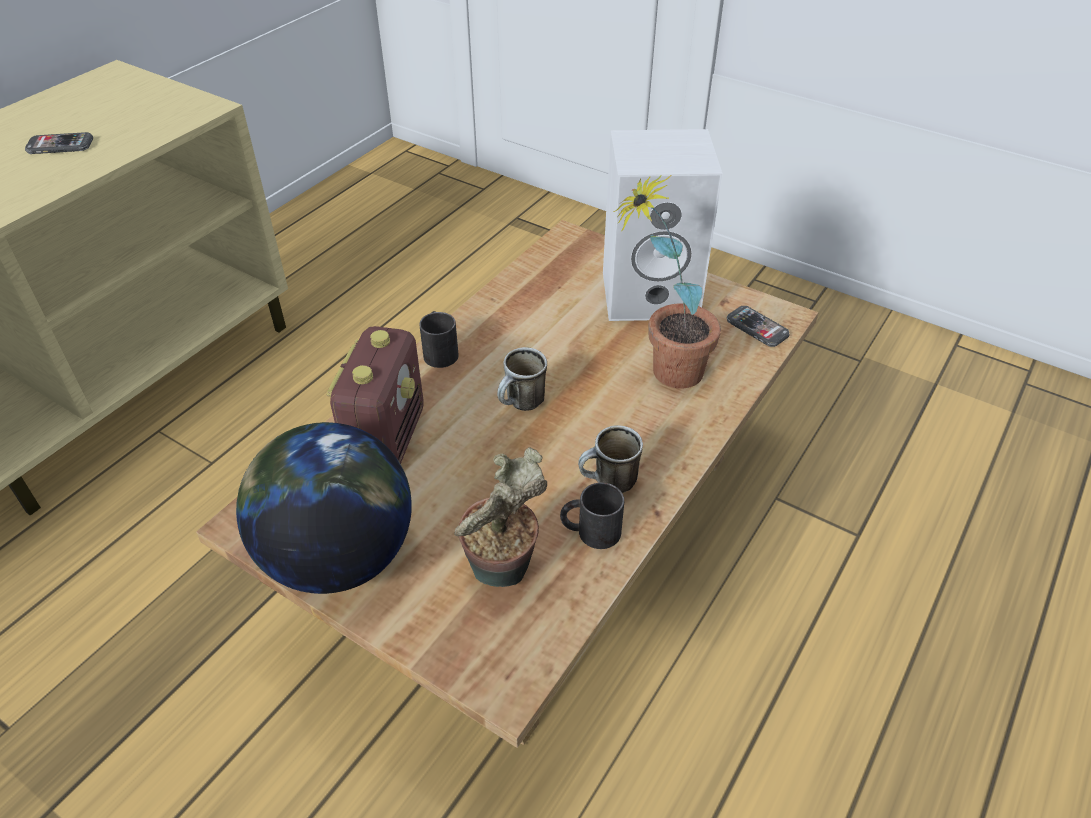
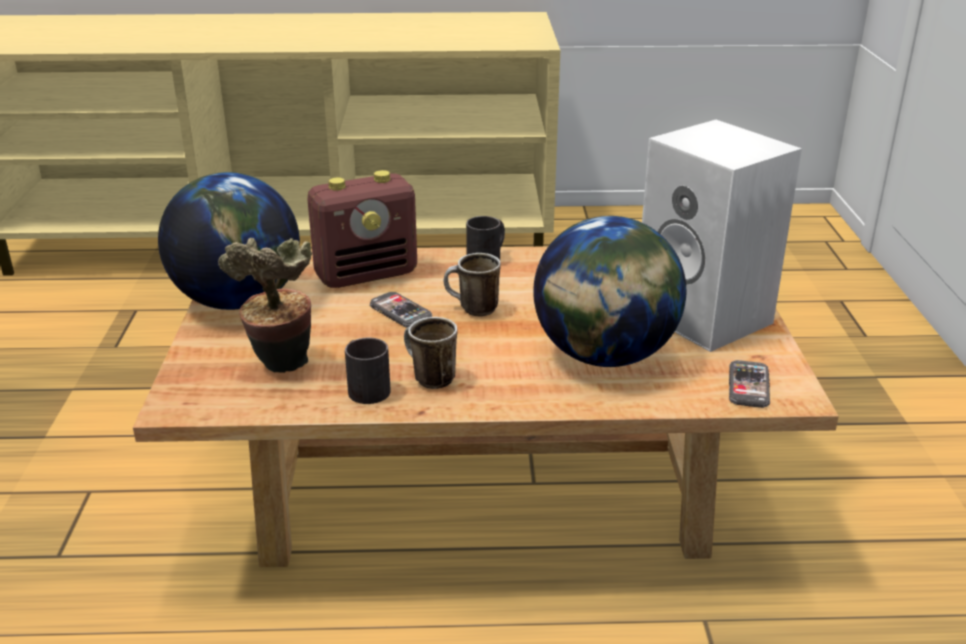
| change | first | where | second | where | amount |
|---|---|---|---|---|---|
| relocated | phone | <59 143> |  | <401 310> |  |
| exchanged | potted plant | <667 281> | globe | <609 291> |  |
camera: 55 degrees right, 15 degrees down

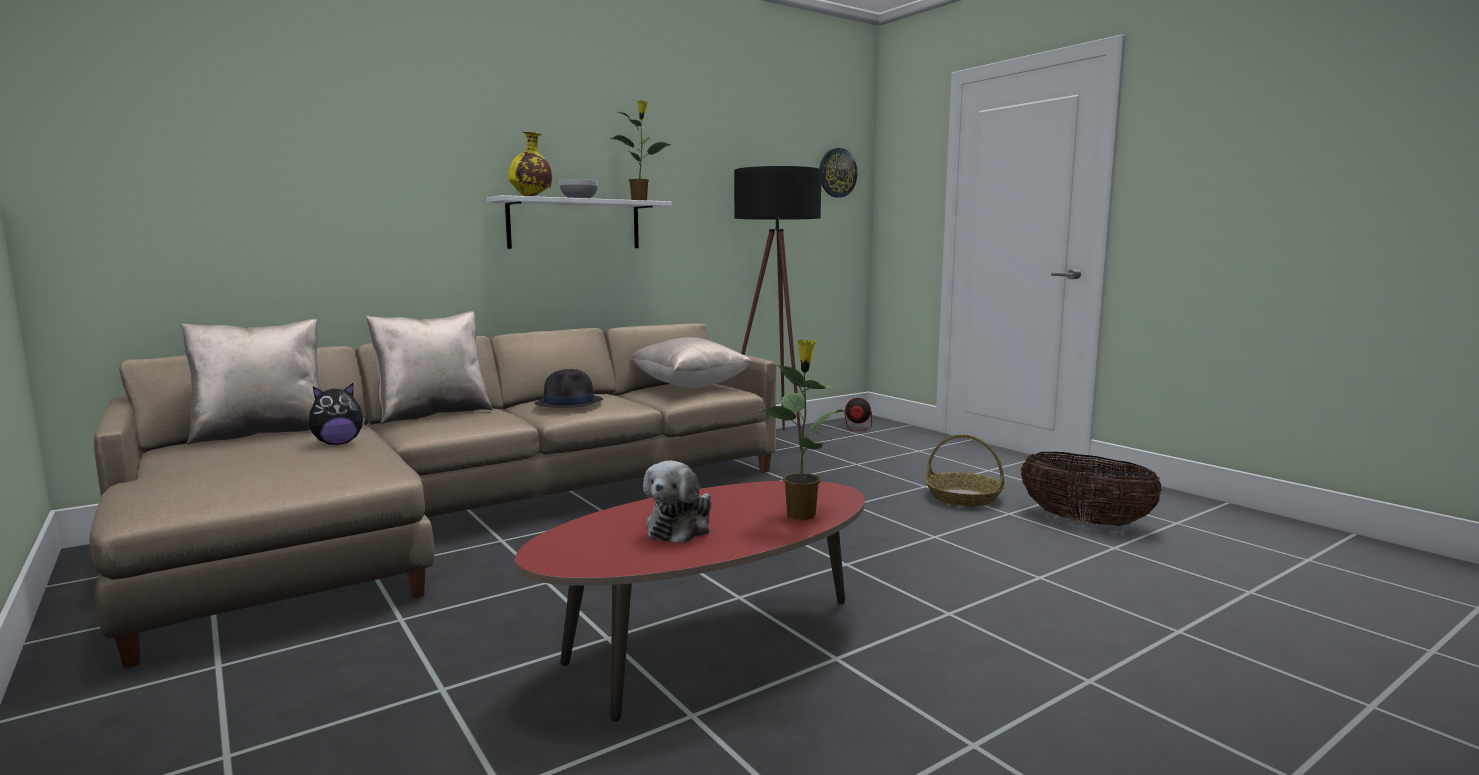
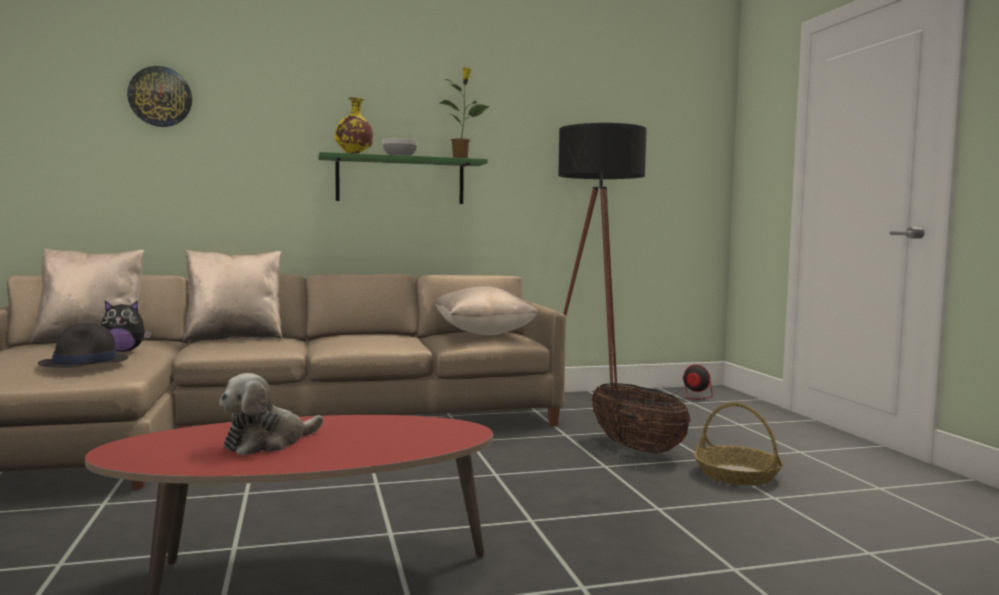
| change | first | where | second | where | amount |
|---|---|---|---|---|---|
| missing | potted plant | <802 429> |  |  |  |
| relocated | hat/black | <568 388> |  | <83 345> |  |
| relocated | wall clock | <838 173> |  | <159 96> |  |
| relocated | basket | <1092 489> |  | <641 418> |  |
| colour | shelf/white | <579 222> | shelf/green | <403 178> |  |
camera: 20 degrees right, 5 degrees down

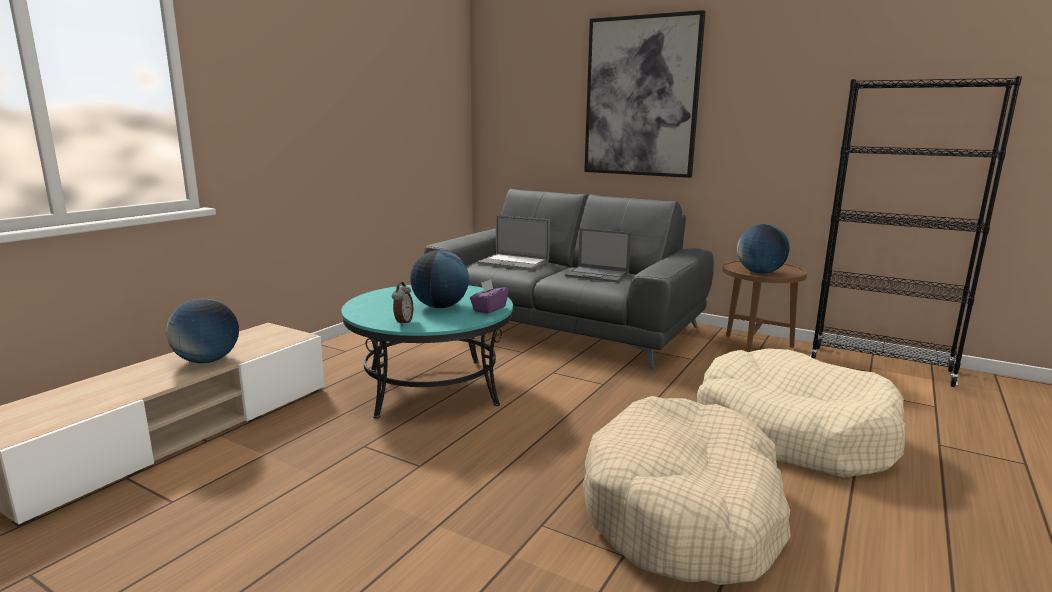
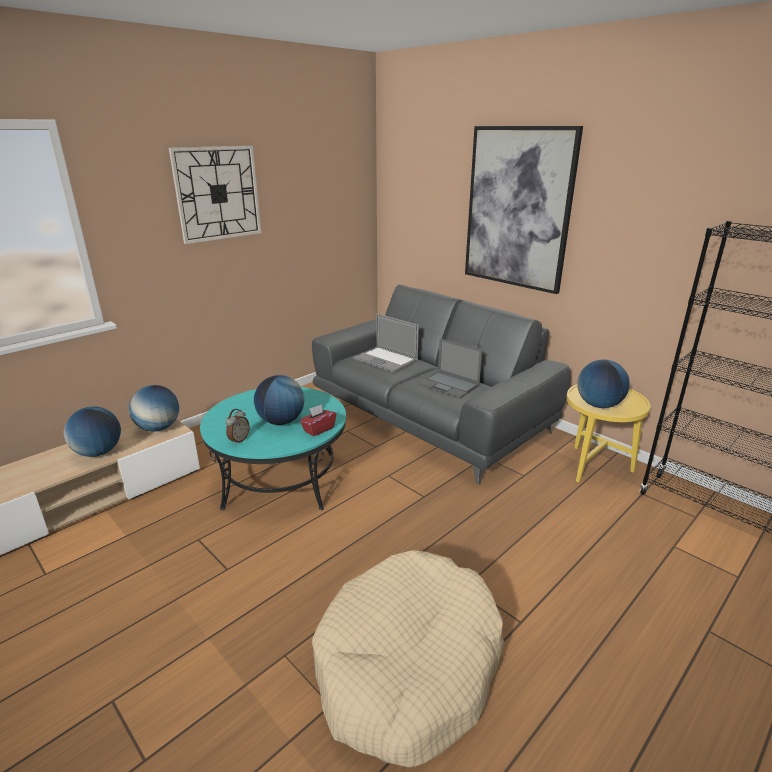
| change | first | where | second | where | amount |
|---|---|---|---|---|---|
| missing | dog bed/beige | <801 413> |  |  |  |
| appeared |  |  | globe | <154 408> |  |
| appeared |  |  | wall clock | <215 195> |  |
| colour | tissue box/purple | <489 296> | tissue box/red | <318 420> |  |
| colour | side table/brown | <764 306> | side table/yellow | <608 433> |  |
camera: 15 degrees right, 10 degrees up

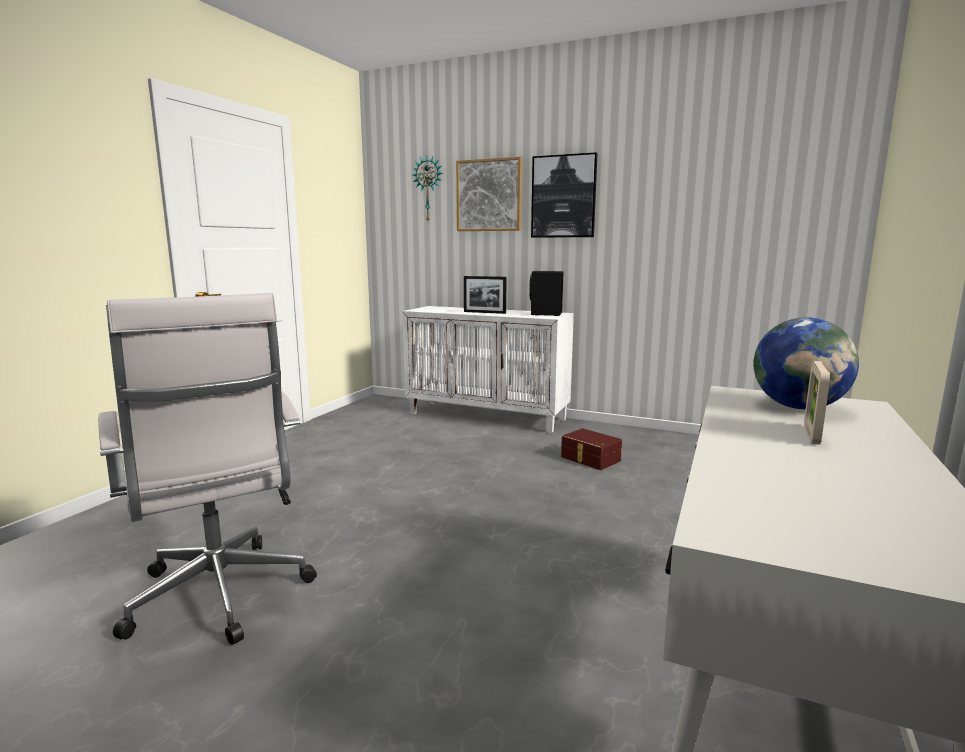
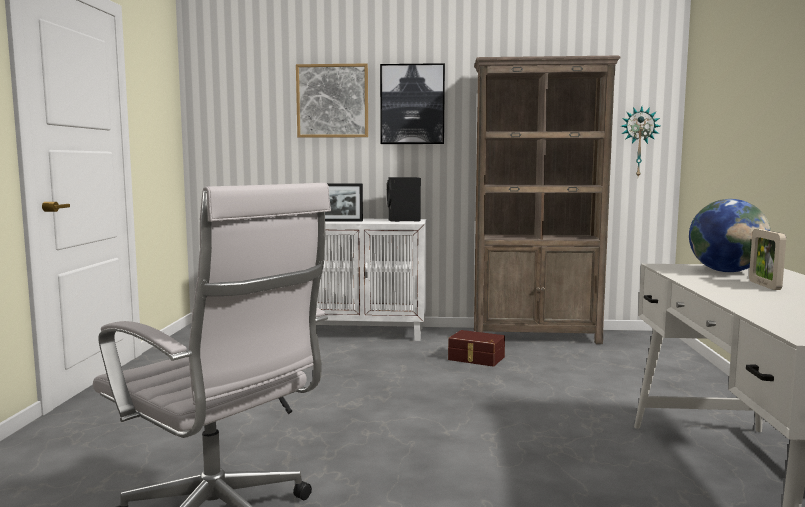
| change | first | where | second | where | amount |
|---|---|---|---|---|---|
| appeared |  |  | bookcase/brown | <547 200> |  |
| relocated | wall clock | <428 188> |  | <640 141> |  |
camera: 20 degrees left, 5 degrees down

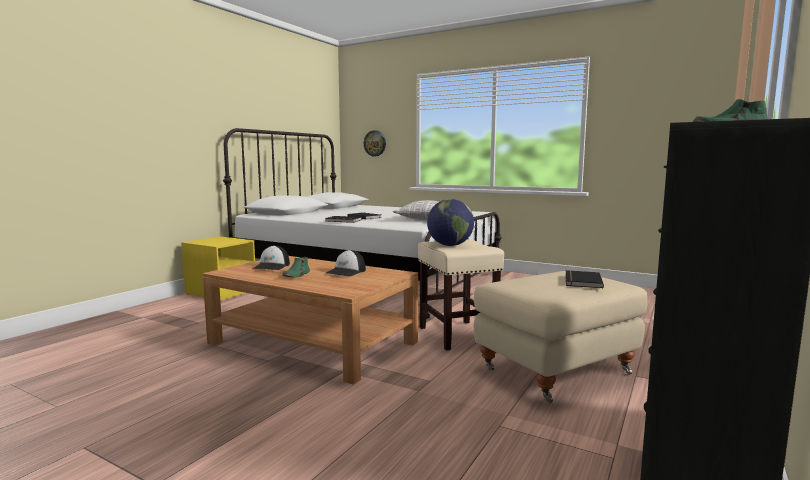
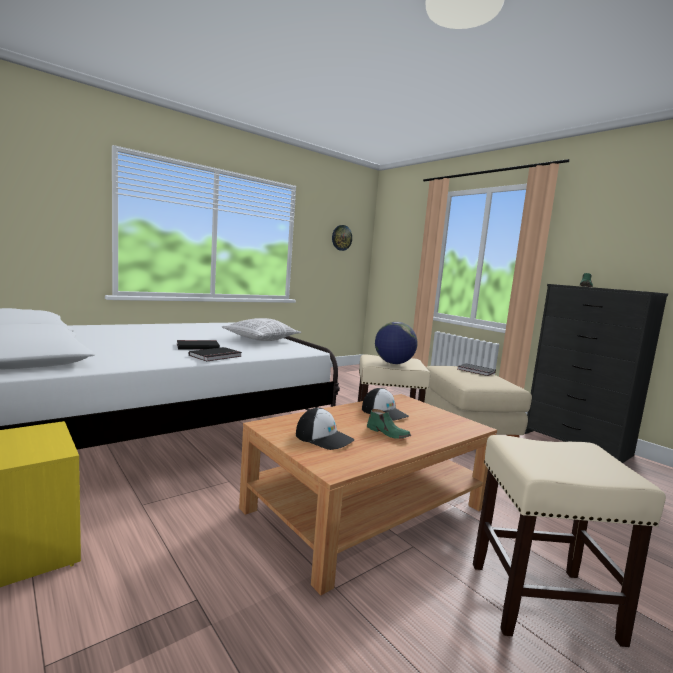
| change | first | where | second | where | amount |
|---|---|---|---|---|---|
| appeared |  |  | stool/beige | <569 541> |  |
| relocated | wall clock | <375 143> |  | <342 238> |  |
camera: 70 degrees left, 0 degrees up

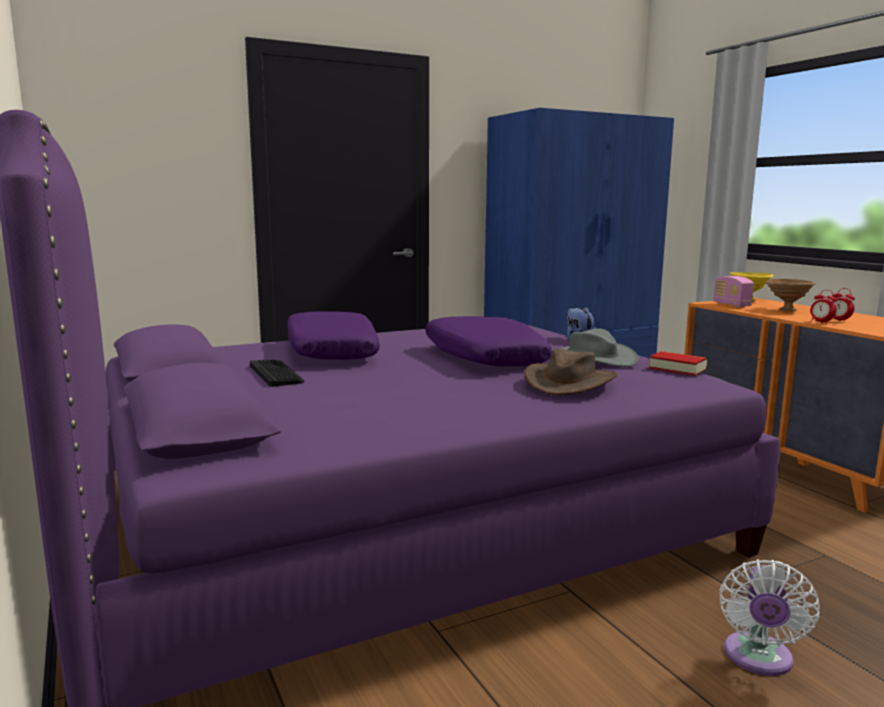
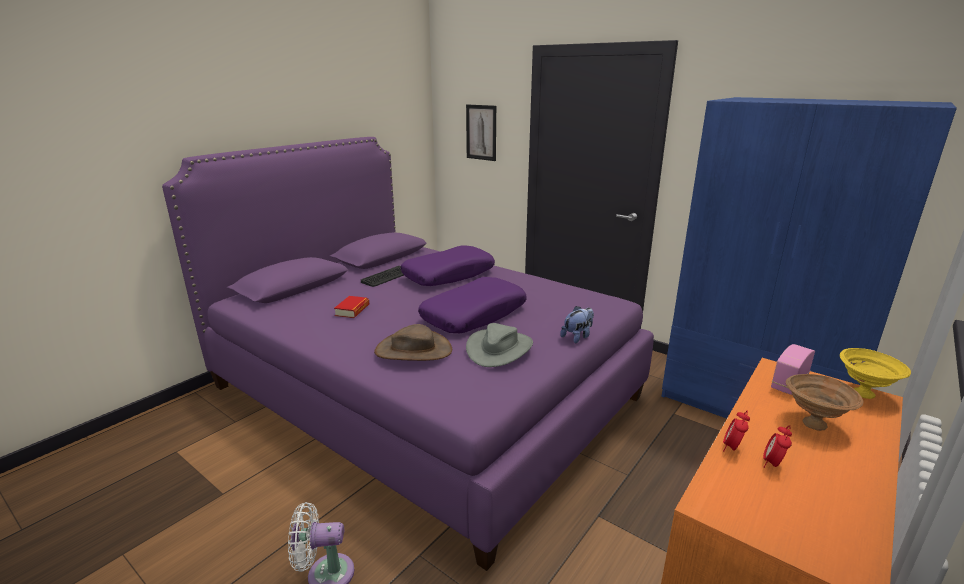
| change | first | where | second | where | amount |
|---|---|---|---|---|---|
| appeared |  |  | picture | <481 132> |  |
| relocated | book | <678 363> |  | <351 307> |  |
camera: 65 degrees right, 10 degrees up

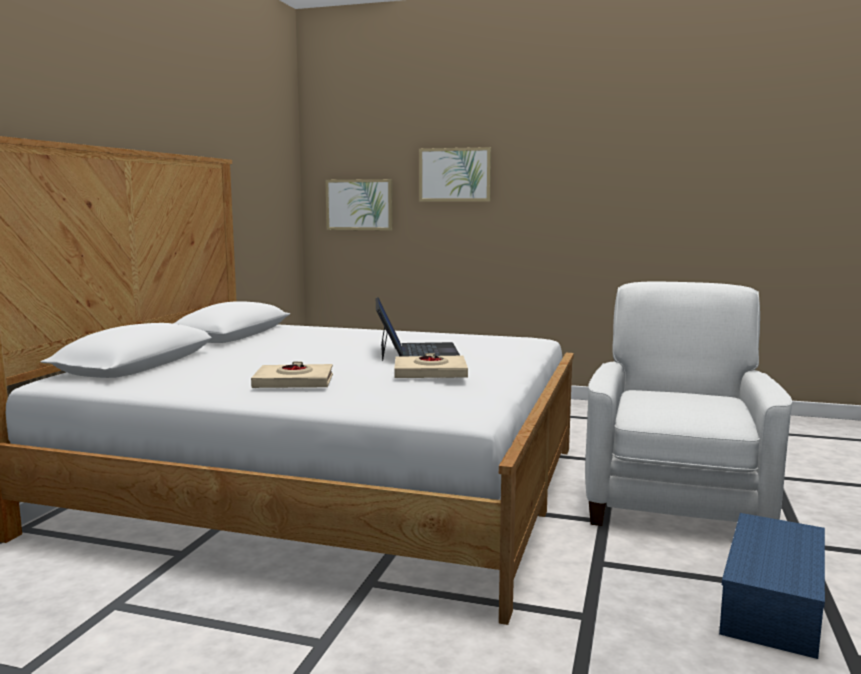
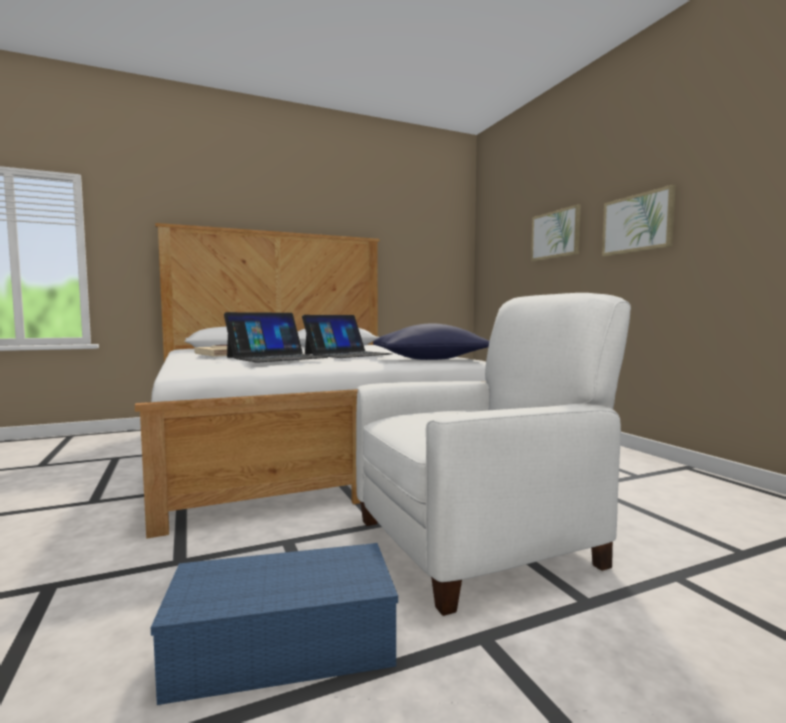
| change | first | where | second | where | amount |
|---|---|---|---|---|---|
| appeared |  |  | pillow/blue | <431 342> |  |
| relocated | picture | <359 205> |  | <639 220> |  |
| exchanged | book/beige | <431 365> | laptop | <276 337> |  |
camera: 50 degrees right, 5 degrees down

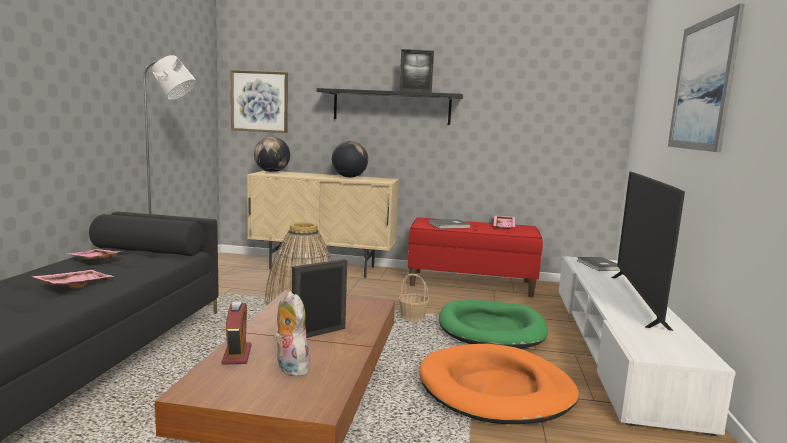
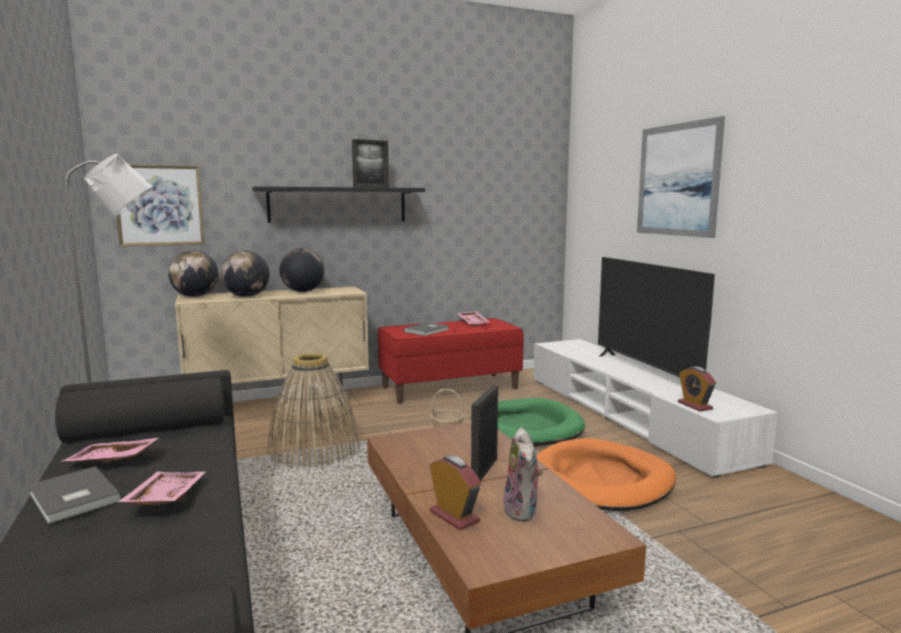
| change | first | where | second | where | amount |
|---|---|---|---|---|---|
| appeared |  |  | globe | <245 274> |  |
| appeared |  |  | alarm clock | <697 388> |  |
| relocated | book/grey | <598 263> |  | <75 495> |  |
| spun | plush toy | <292 334> |  | <523 474> | 120 degrees counterclockwise |
camera: 30 degrees left, 0 degrees up

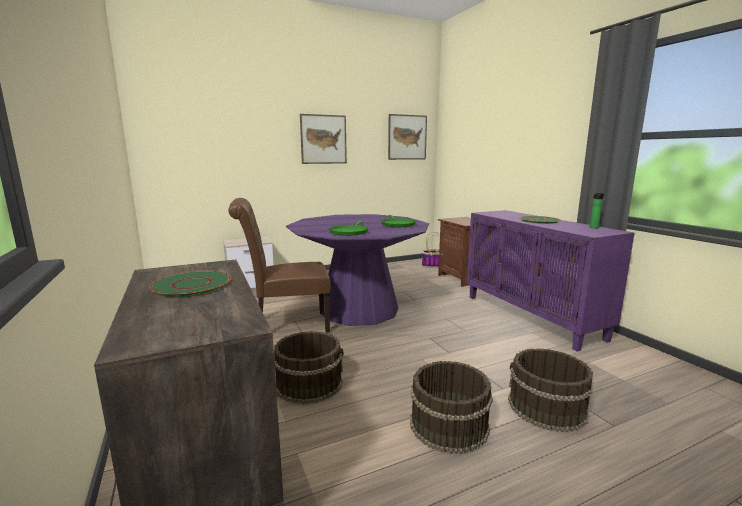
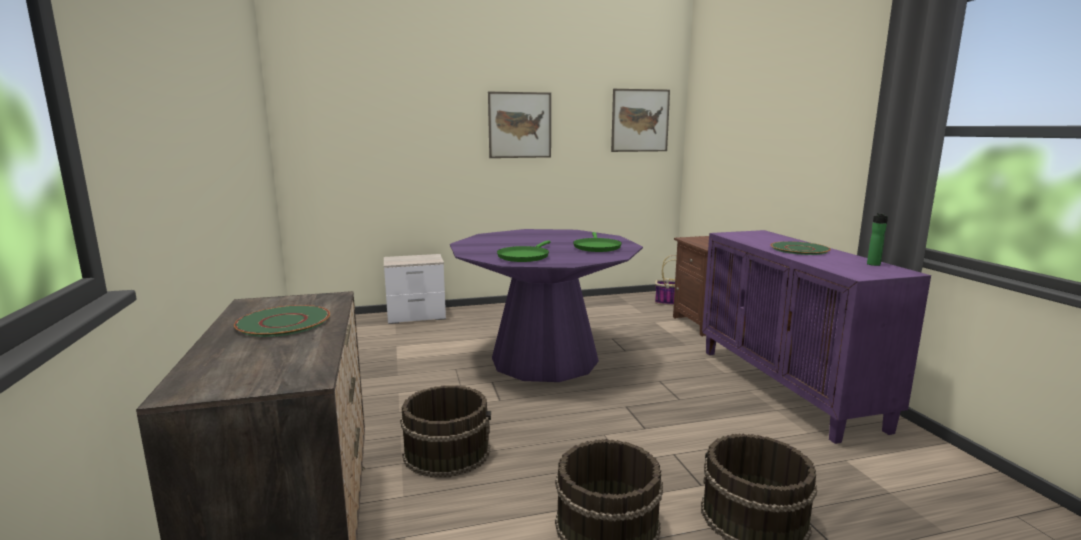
| change | first | where | second | where | amount |
|---|---|---|---|---|---|
| missing | chair/brown | <279 265> |  |  |  |
camera: 10 degrees right, 0 degrees up

